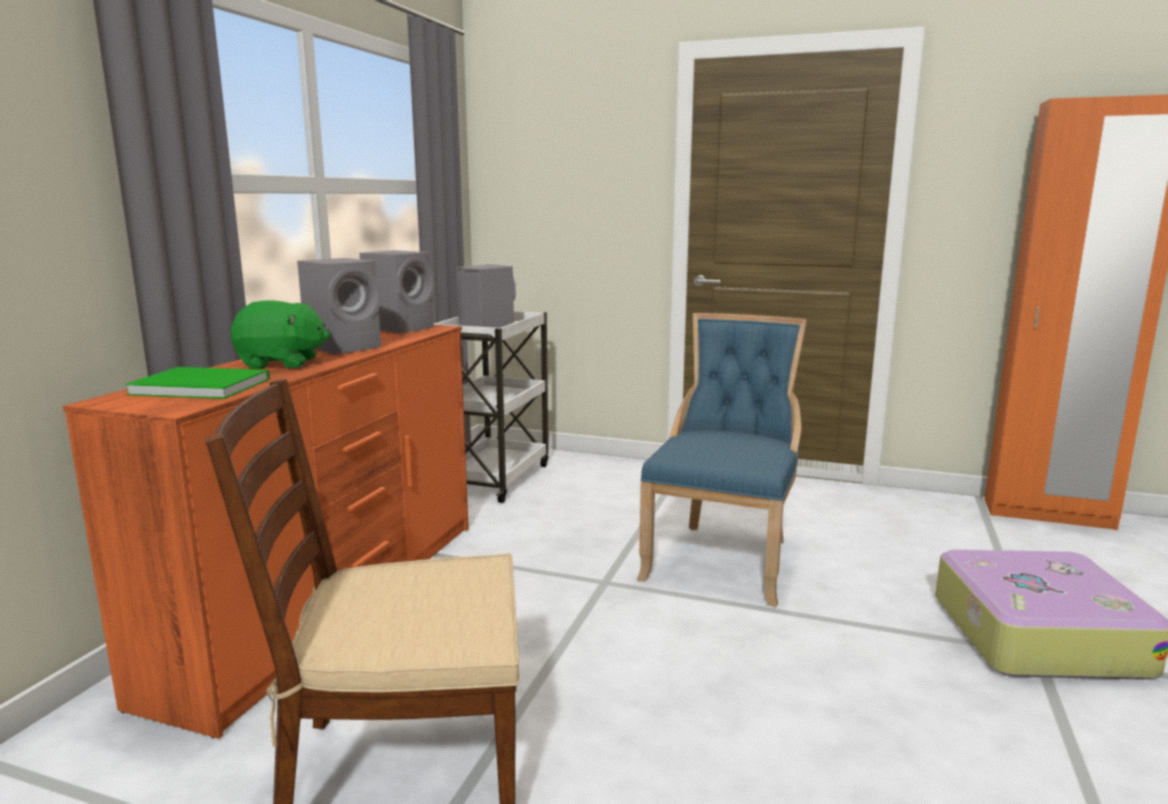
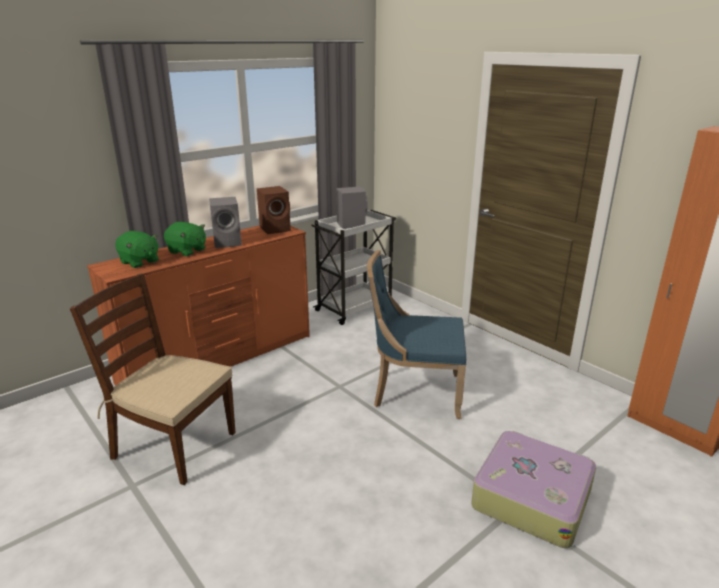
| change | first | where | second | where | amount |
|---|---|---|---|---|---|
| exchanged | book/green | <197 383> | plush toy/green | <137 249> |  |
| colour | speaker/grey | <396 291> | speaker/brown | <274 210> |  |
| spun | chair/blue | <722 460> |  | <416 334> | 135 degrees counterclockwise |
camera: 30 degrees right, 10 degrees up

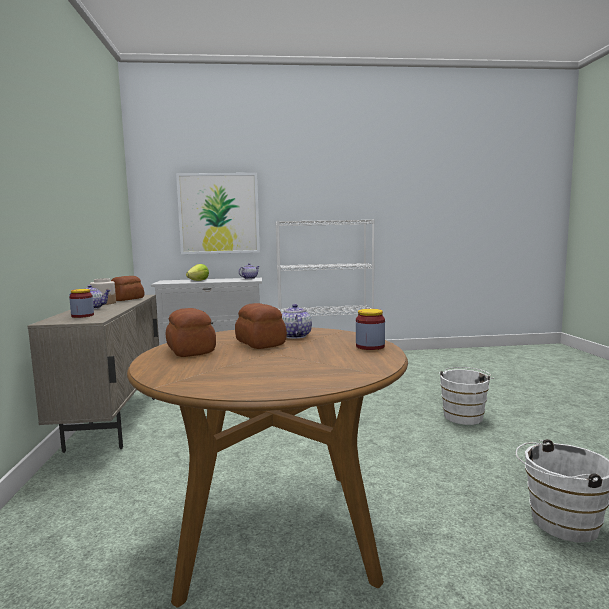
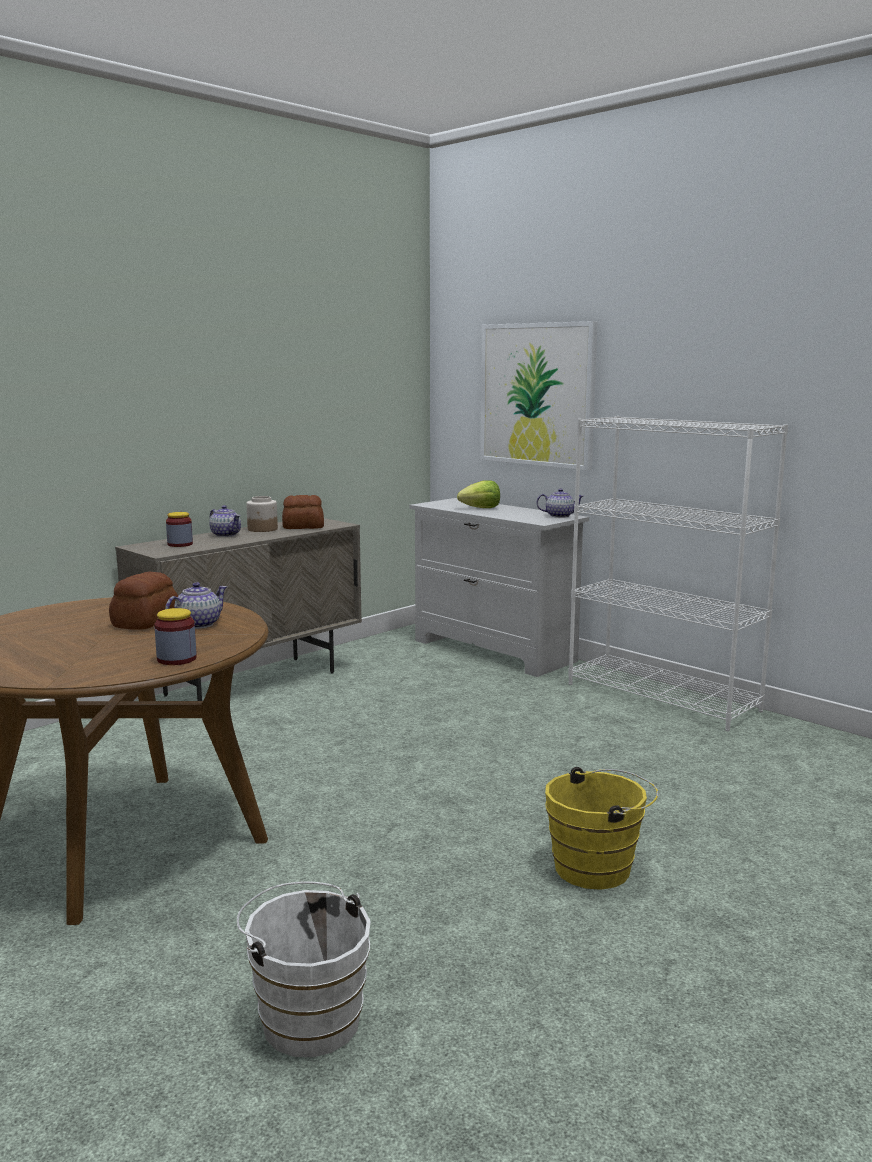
| change | first | where | second | where | amount |
|---|---|---|---|---|---|
| missing | bread | <190 332> |  |  |  |
| colour | bucket/white | <466 396> | bucket/yellow | <601 828> |  |
camera: 50 degrees right, 5 degrees up

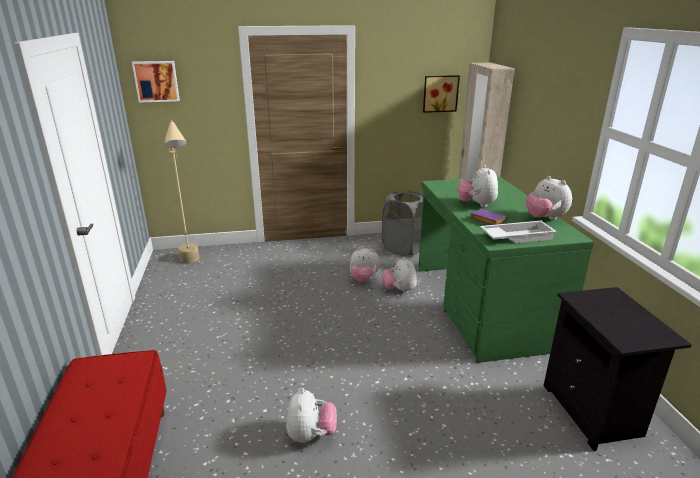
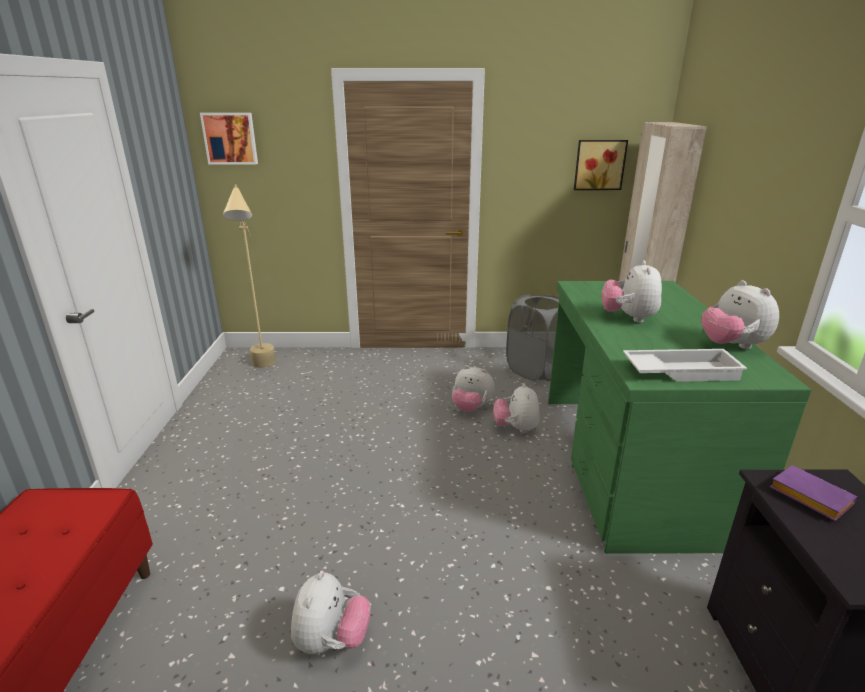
| change | first | where | second | where | amount |
|---|---|---|---|---|---|
| relocated | book/purple | <488 217> |  | <813 493> |  |
camera: 10 degrees right, 0 degrees up

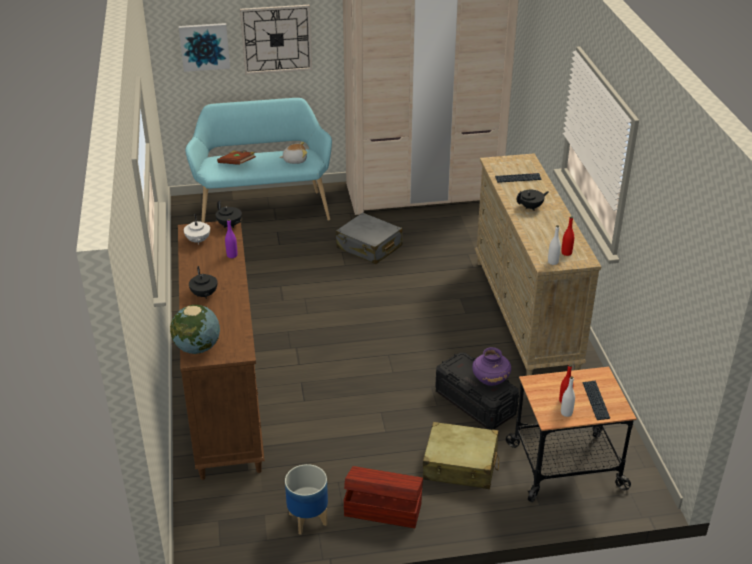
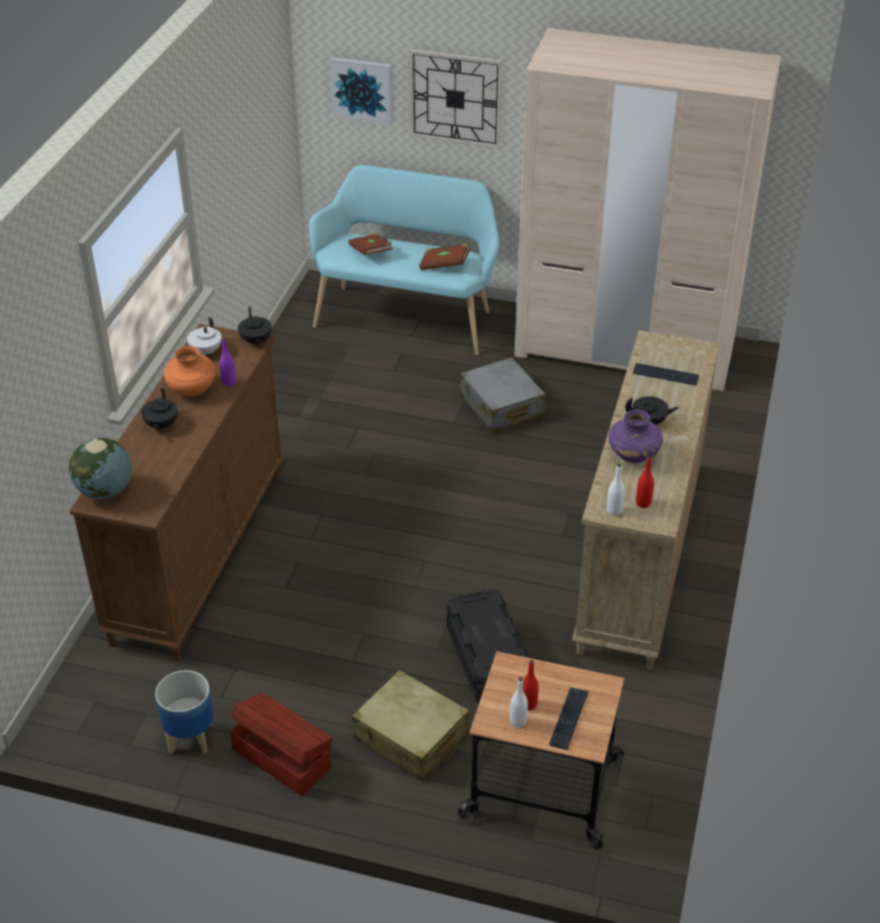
| change | first | where | second | where | amount |
|---|---|---|---|---|---|
| appeared |  |  | vase/orange | <190 371> |  |
| relocated | vase/purple | <491 366> |  | <636 436> |  |
| exchanged | plush toy | <293 153> | book/brown | <444 256> |  |
camera: 25 degrees right, 5 degrees up

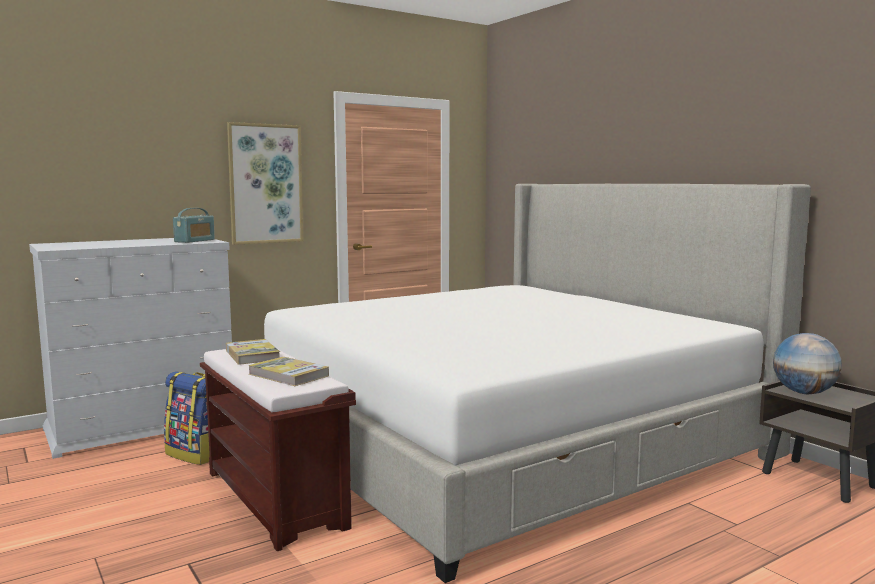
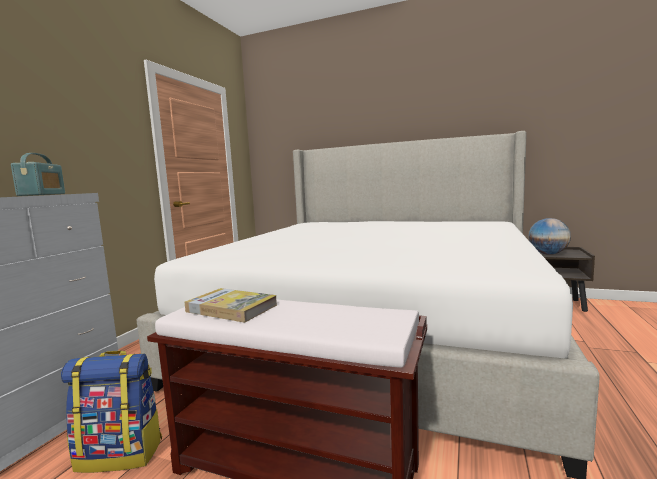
| change | first | where | second | where | amount |
|---|---|---|---|---|---|
| missing | picture | <265 183> |  |  |  |
| missing | book | <288 371> |  |  |  |
camera: 35 degrees left, 0 degrees up

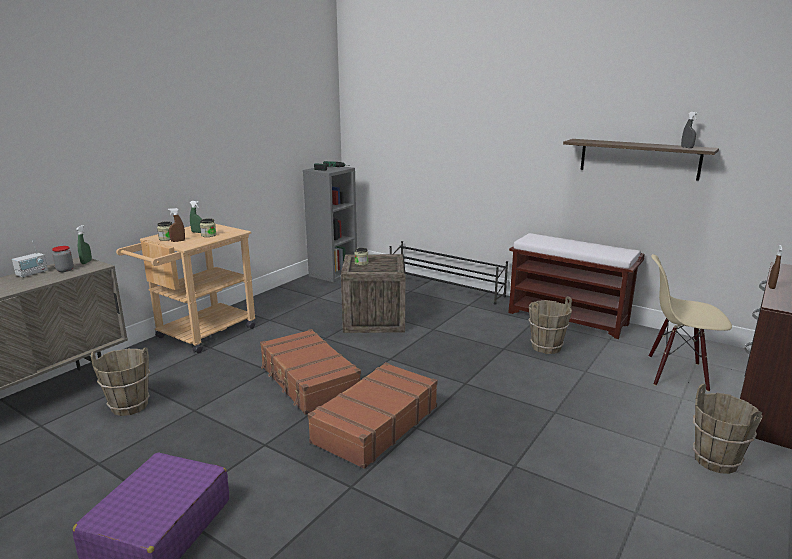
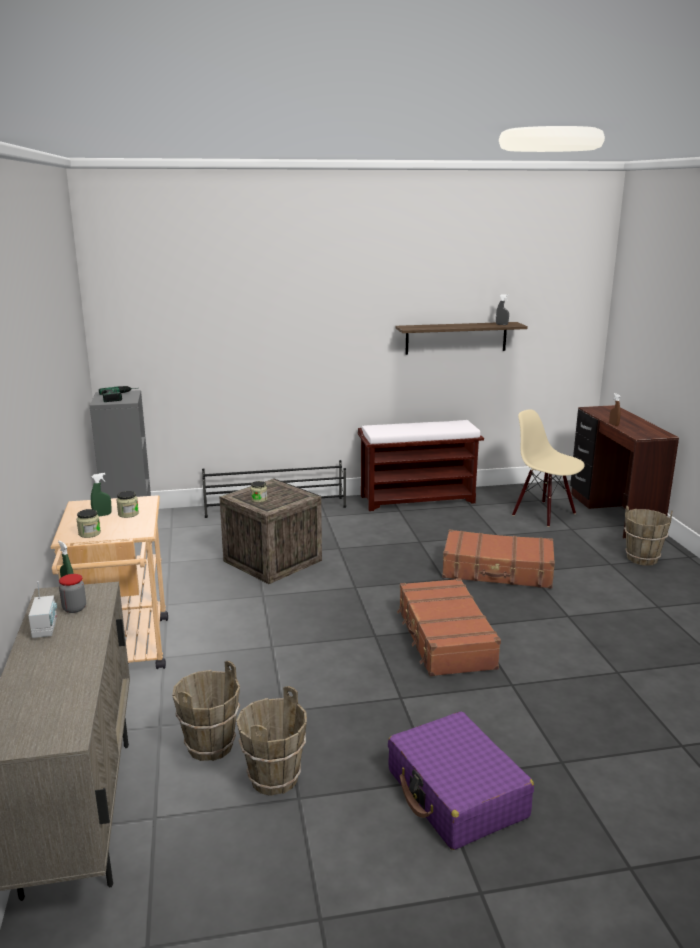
| change | first | where | second | where | amount |
|---|---|---|---|---|---|
| missing | spray bottle/brown | <176 225> |  |  |  |
| relocated | suitcase/brown | <310 372> |  | <498 559> |  |
| relocated | bucket/brown | <550 325> |  | <271 741> |  |
| spun | chair/beige | <690 323> |  | <548 468> | 75 degrees clockwise |
camera: 45 degrees left, 0 degrees up

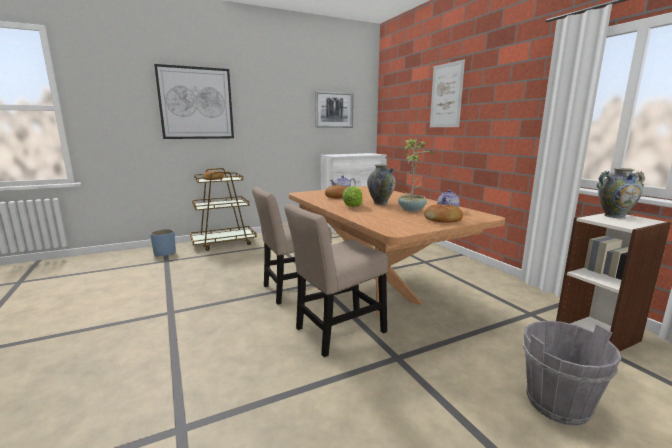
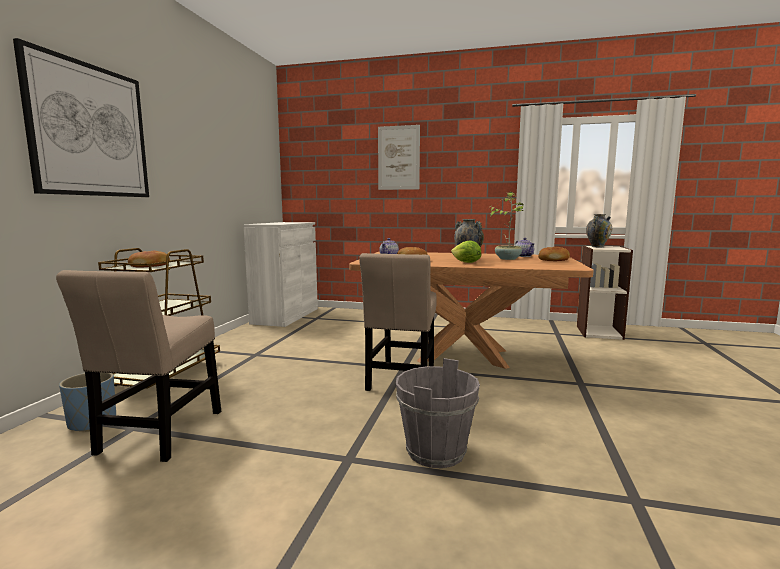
| change | first | where | second | where | amount |
|---|---|---|---|---|---|
| missing | picture | <334 109> |  |  |  |
| relocated | chair/beige | <336 280> |  | <138 366> |  |
| relocated | bucket/grey | <572 373> |  | <438 413> |  |
camera: 50 degrees left, 5 degrees down

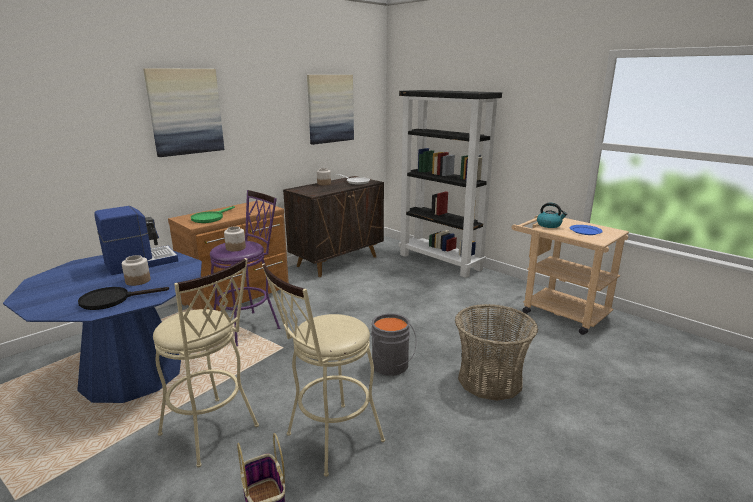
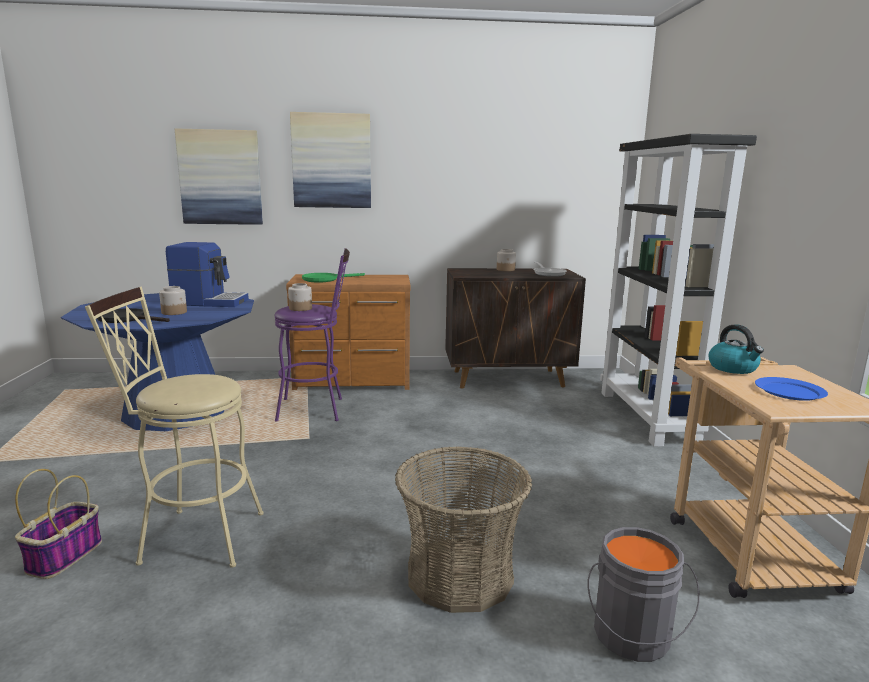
| change | first | where | second | where | amount |
|---|---|---|---|---|---|
| missing | stool/beige | <206 362> |  |  |  |
| relocated | picture | <330 110> |  | <219 177> |  |
| relocated | bucket/grey | <394 344> |  | <644 594> |  |
camera: 40 degrees right, 5 degrees down

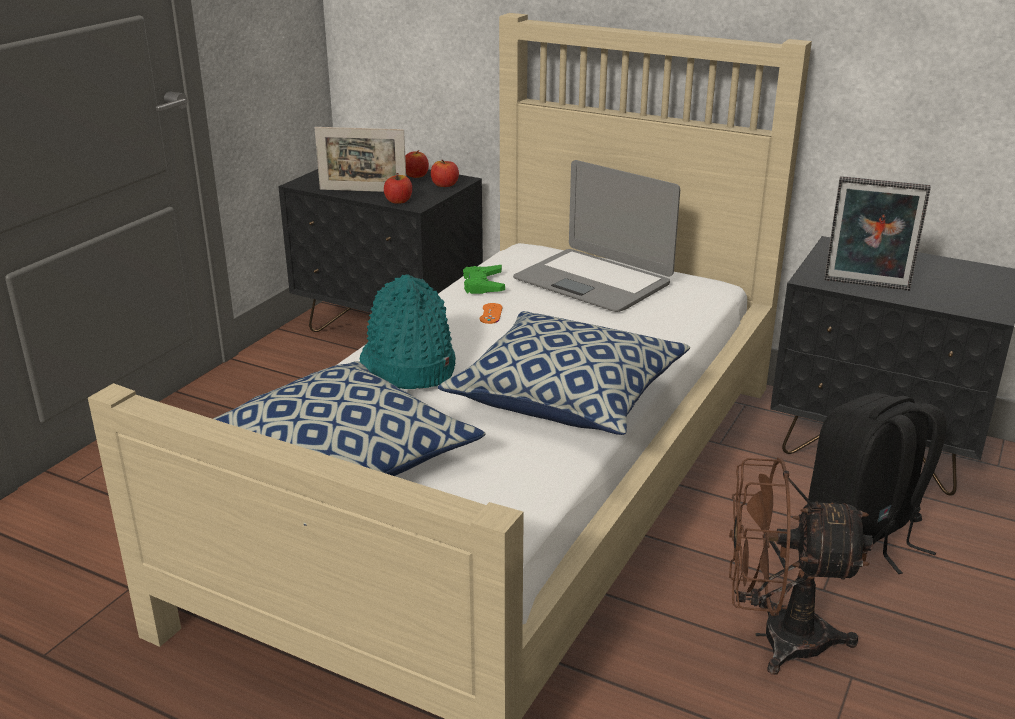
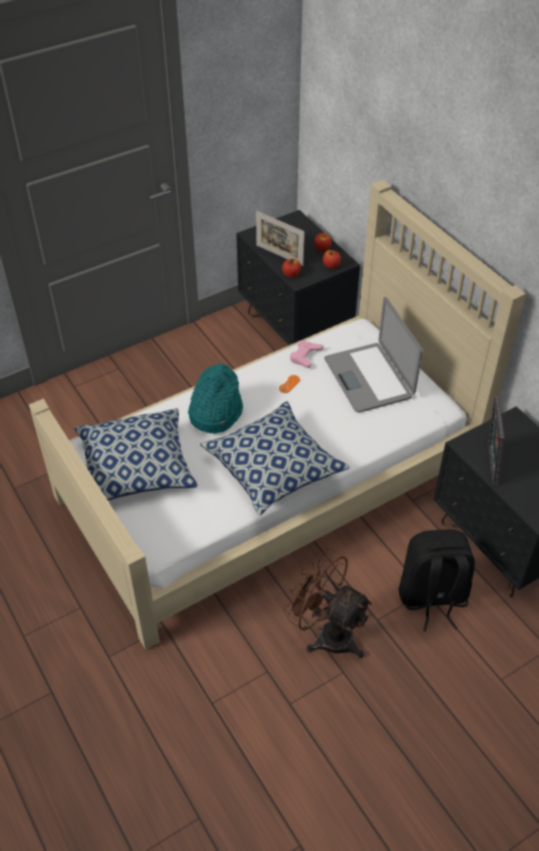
| change | first | where | second | where | amount |
|---|---|---|---|---|---|
| colour | game controller/green | <484 279> | game controller/pink | <306 354> |  |
| spun | picture frame | <877 233> |  | <496 441> | 45 degrees clockwise |
camera: 30 degrees right, 20 degrees up

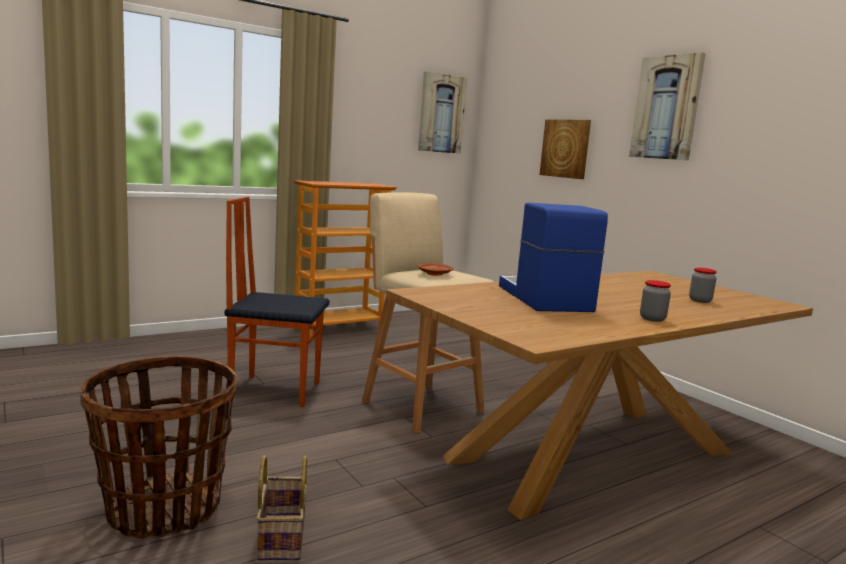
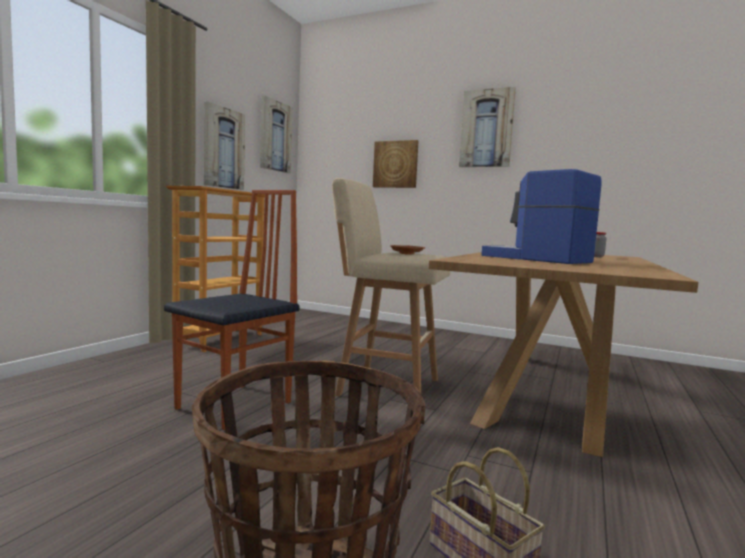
| change | first | where | second | where | amount |
|---|---|---|---|---|---|
| missing | jar | <655 301> |  |  |  |
| appeared |  |  | picture | <224 145> |  |
| spun | chair | <277 302> |  | <231 310> | 150 degrees clockwise |
camera: 30 degrees left, 5 degrees down

